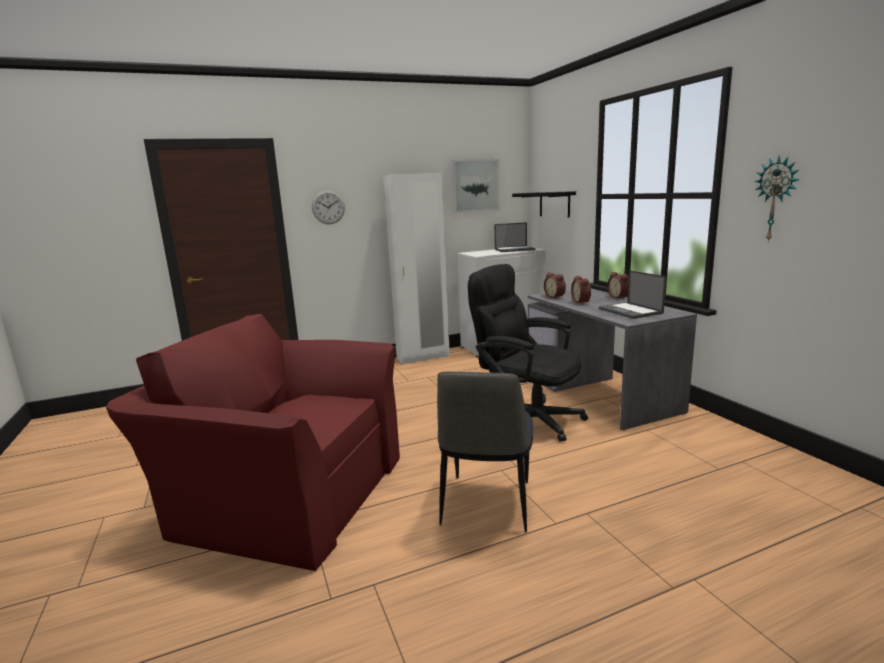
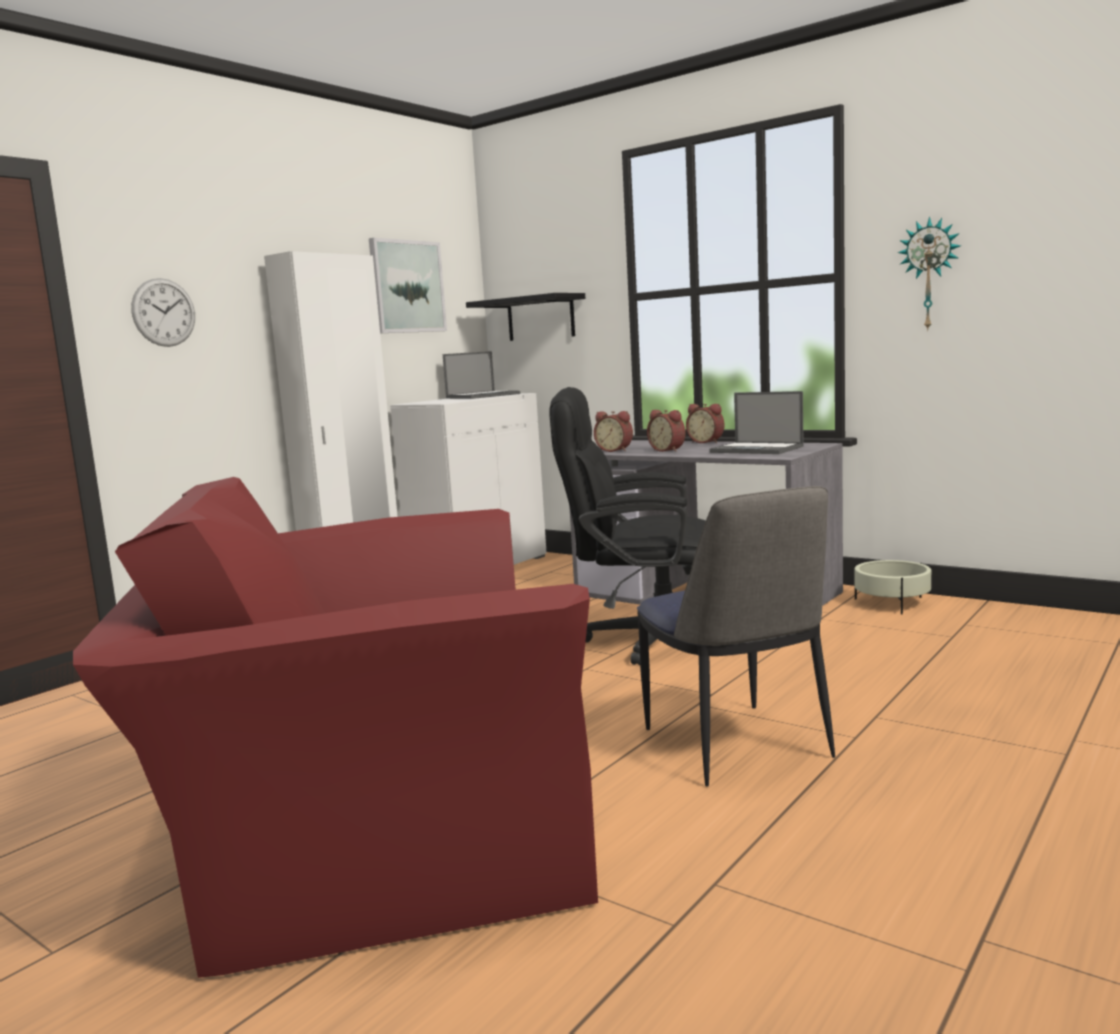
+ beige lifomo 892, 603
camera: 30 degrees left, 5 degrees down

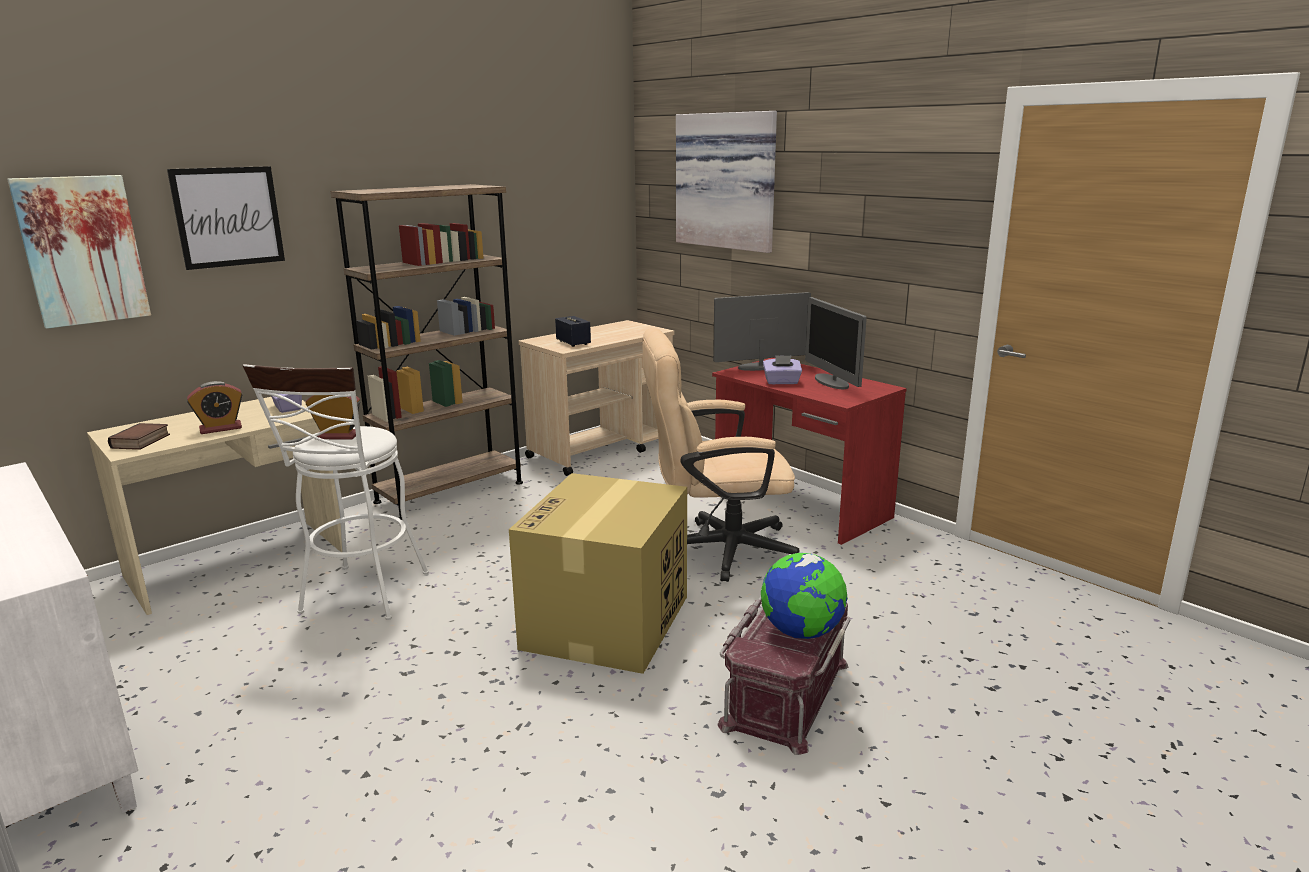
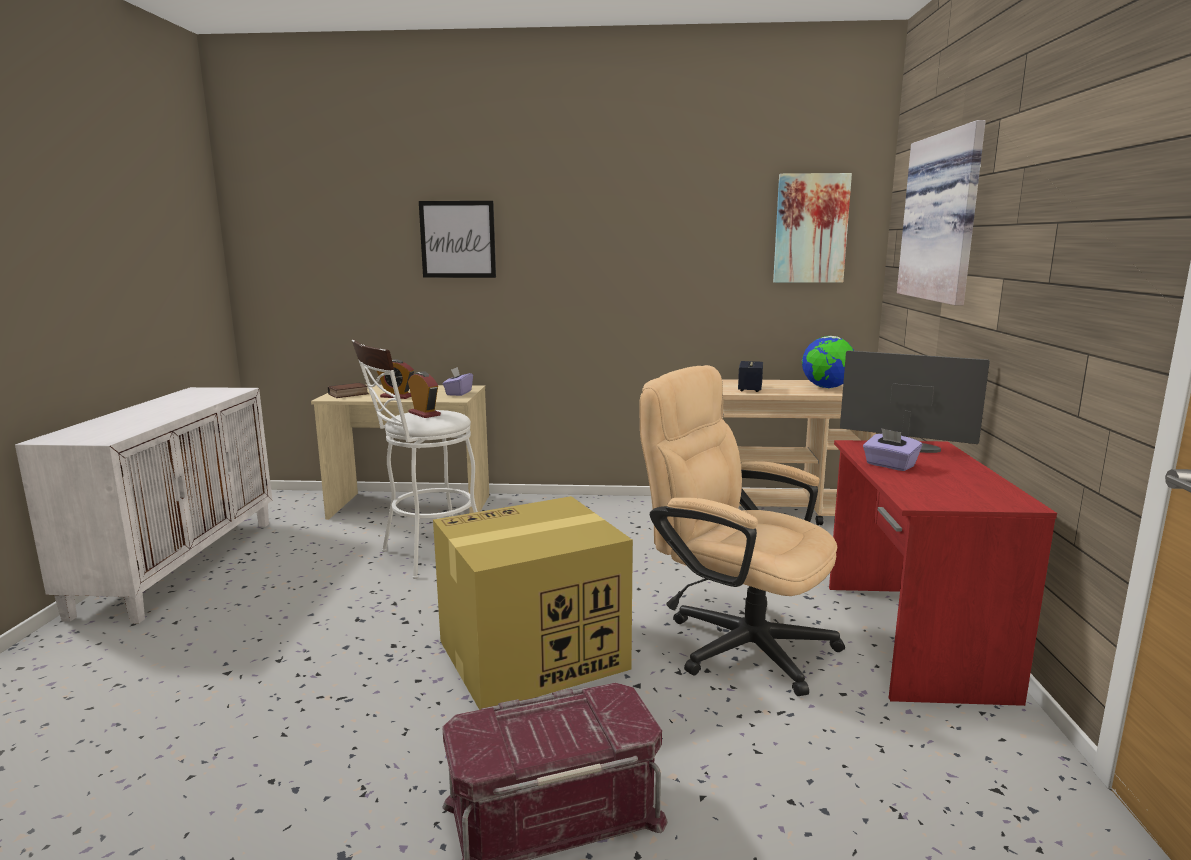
~ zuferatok 82, 250 to 810, 229
- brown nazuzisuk 450, 492
~ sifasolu 801, 633 to 826, 388
- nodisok 831, 382
camera: 45 degrees right, 5 degrees down

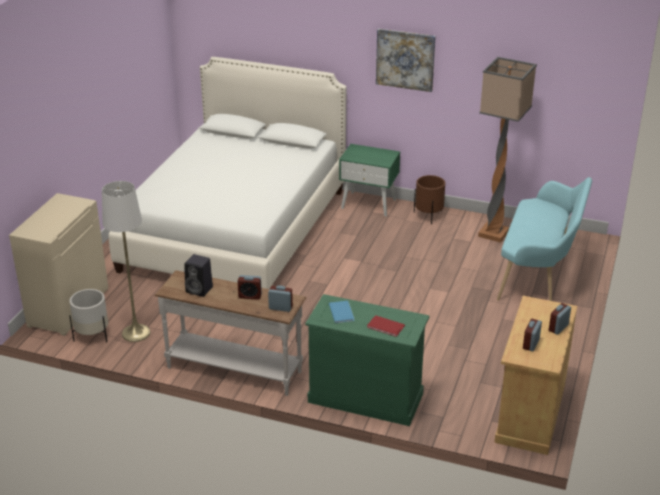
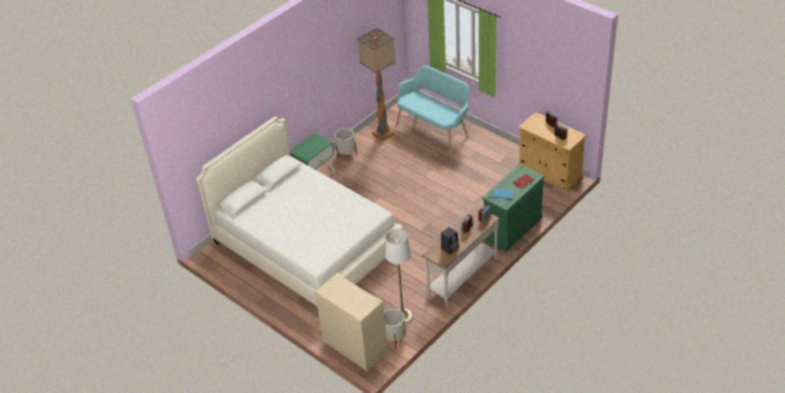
- zuferatok 405, 59
~ brown lifomo 428, 215 to white lifomo 346, 154
camera: 65 degrees left, 10 degrees up

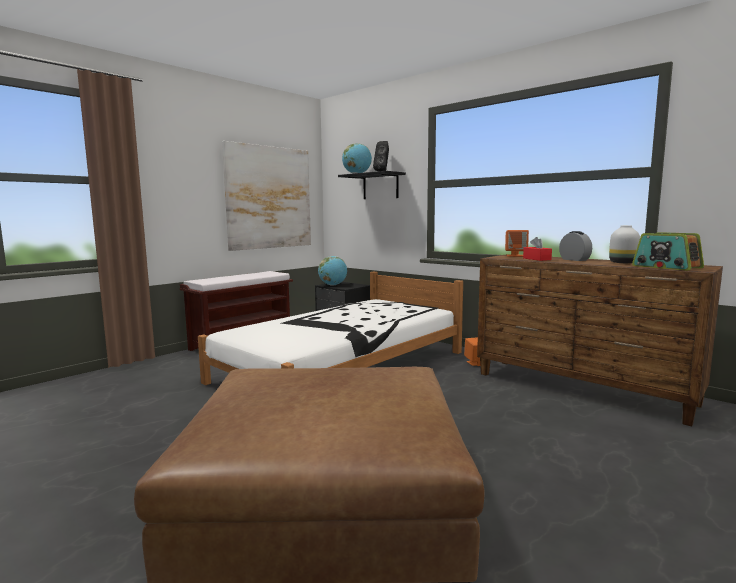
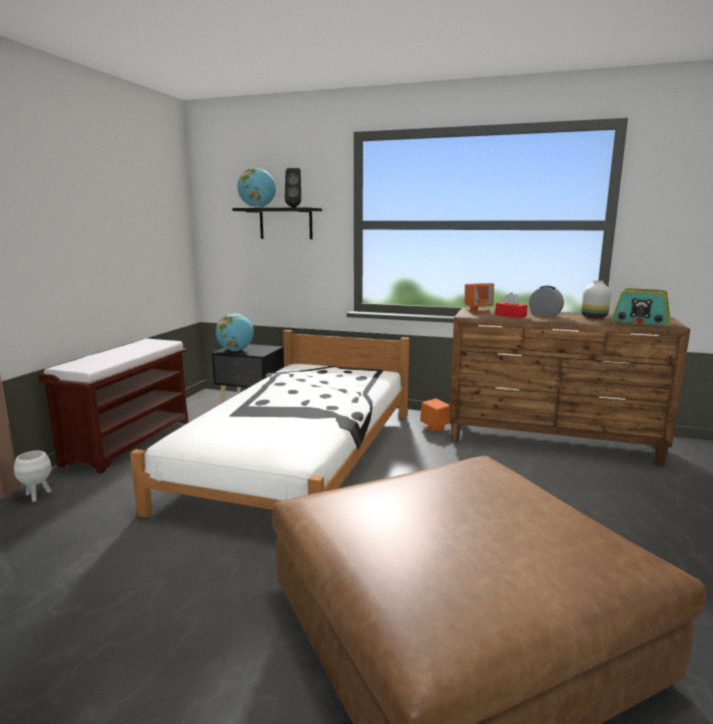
- zuferatok 269, 197
+ white lifomo 37, 496
camera: 25 degrees left, 5 degrees up

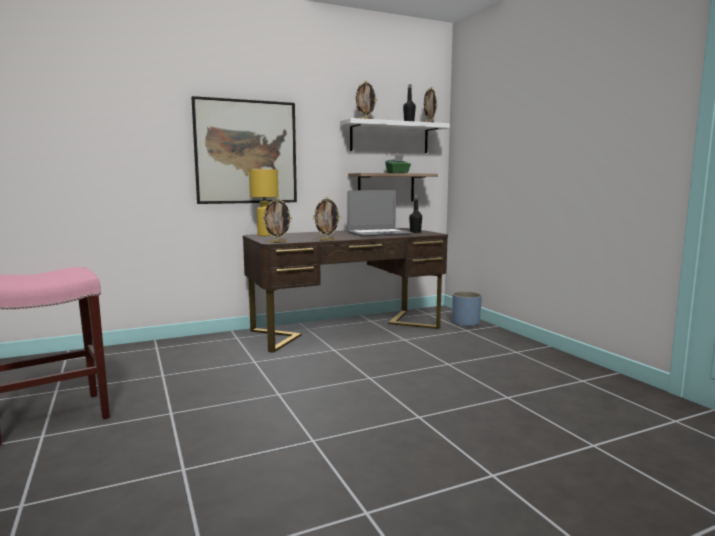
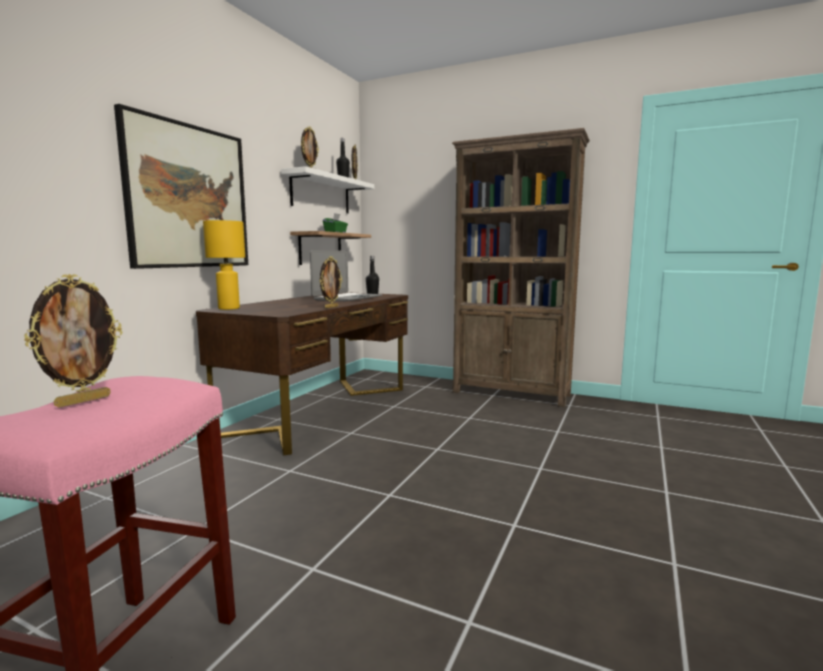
~ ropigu 277, 242 to 83, 401
- blue lifomo 466, 323
+ brown nazuzisuk 511, 393
camera: 40 degrees left, 0 degrees up

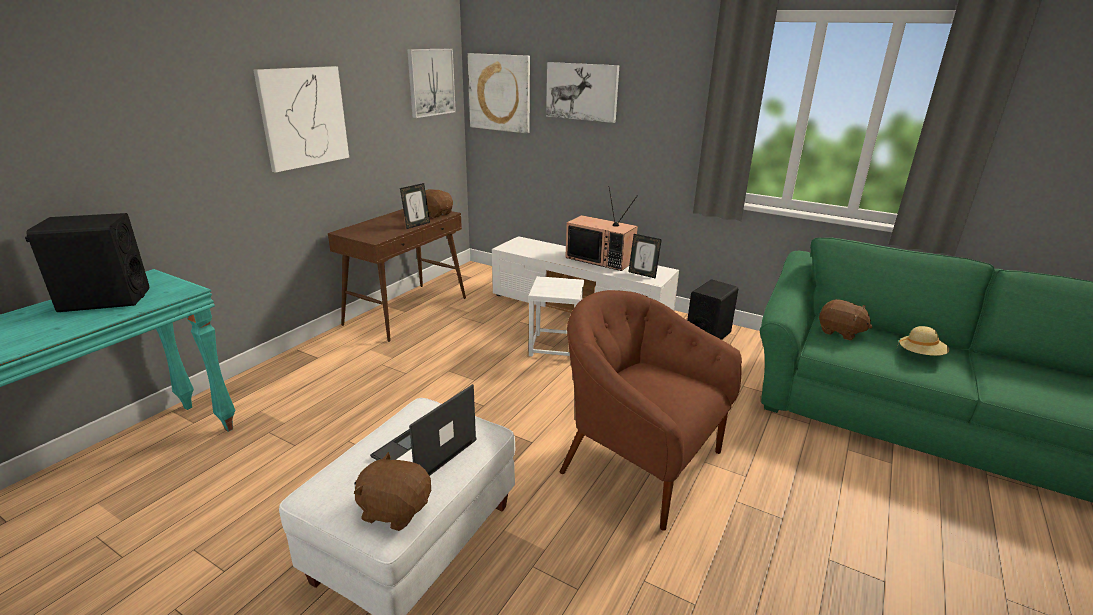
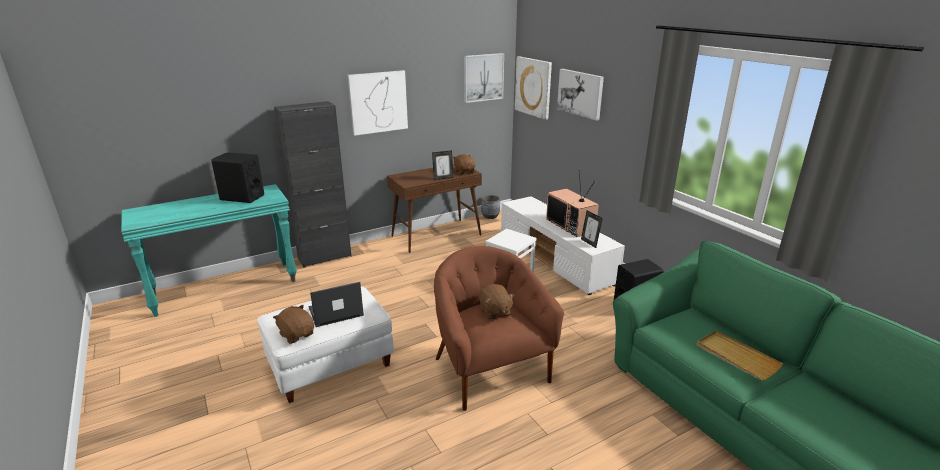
~ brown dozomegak 840, 332 to 495, 312
~ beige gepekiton 920, 354 to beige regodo 736, 357
+ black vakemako 324, 257
+ grey lifomo 490, 216
camera: 30 degrees right, 0 degrees up

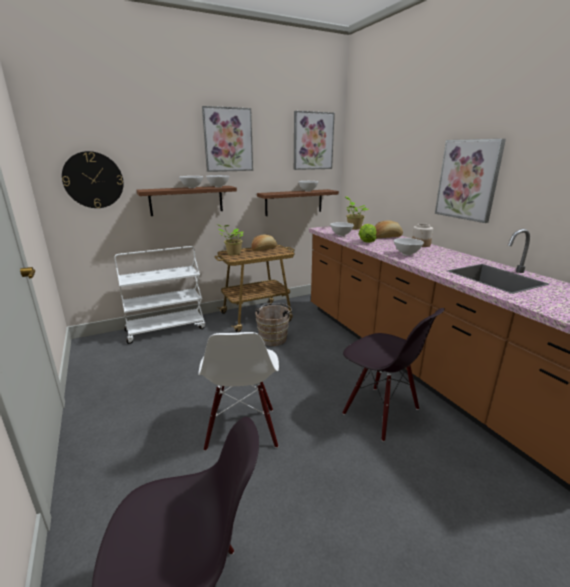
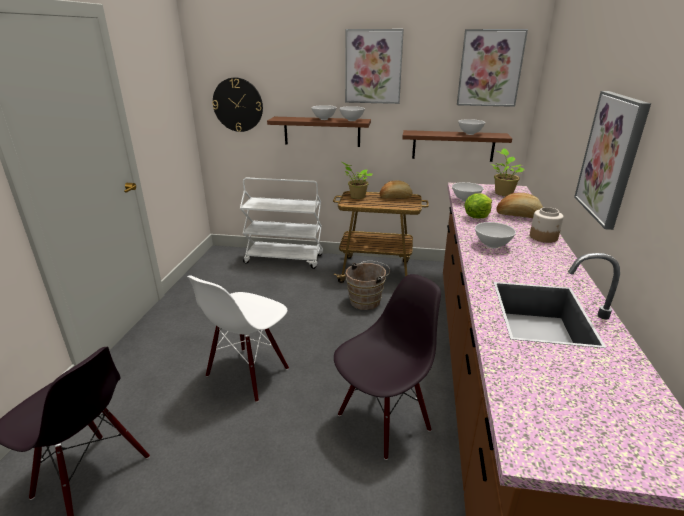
~ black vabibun 380, 412 = 383, 420 120 degrees counterclockwise
camera: 35 degrees right, 5 degrees up

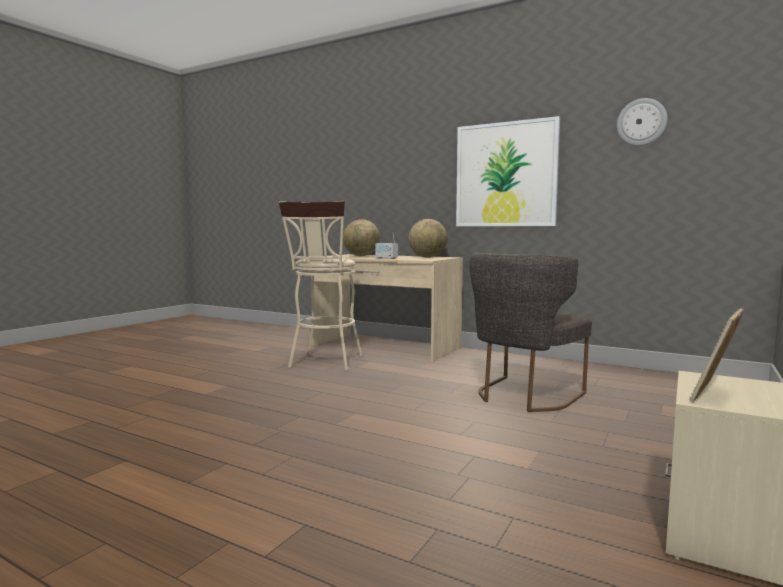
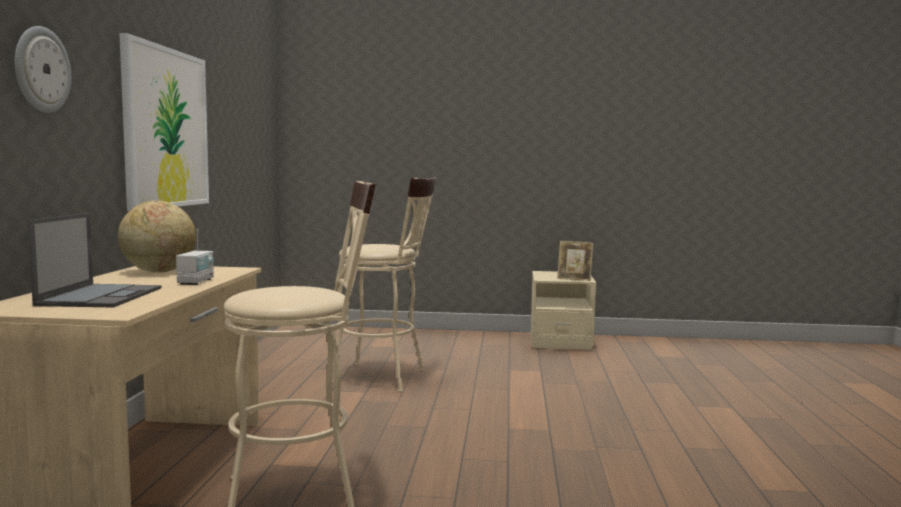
~ sifasolu 361, 256 to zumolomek 101, 296
~ grey vabibun 523, 396 to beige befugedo 386, 378
~ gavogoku 641, 122 to 41, 70
camera: 115 degrees left, 0 degrees up

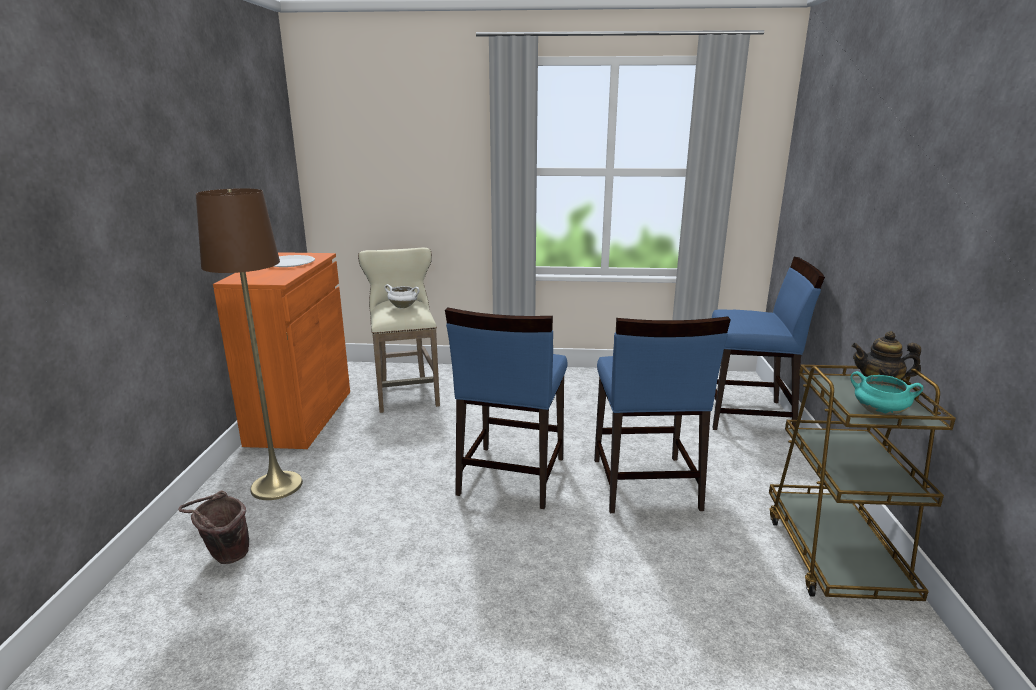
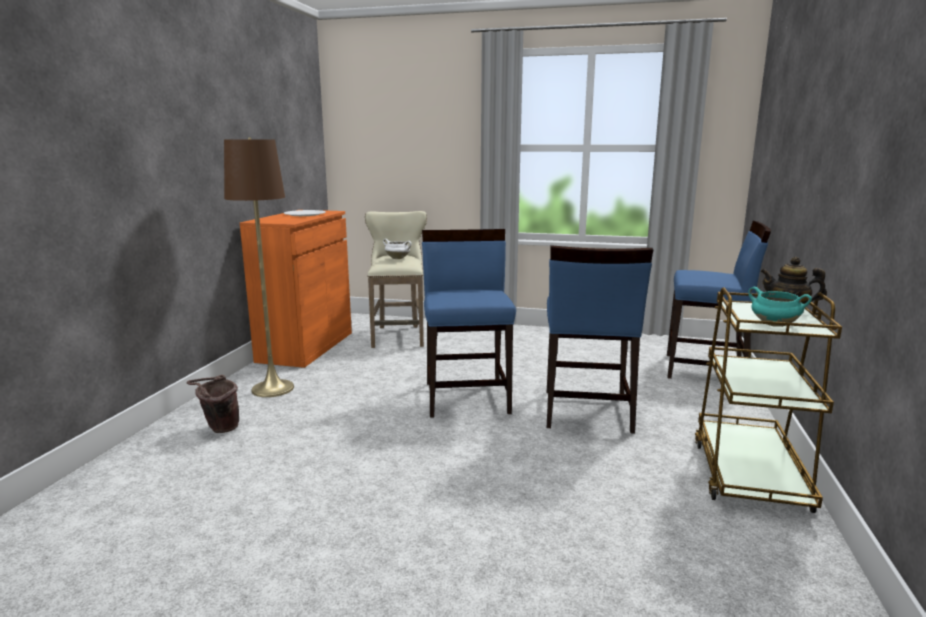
~ blue vabibun 510, 476 = 467, 397 150 degrees clockwise
camera: 10 degrees right, 5 degrees down

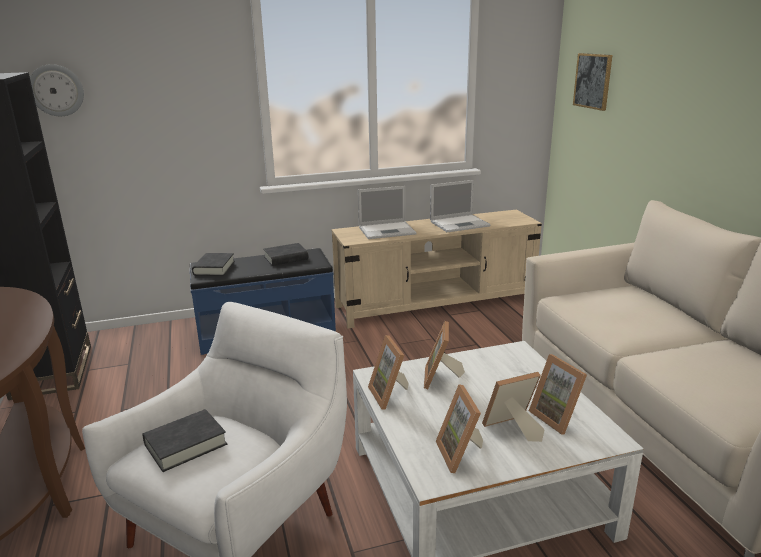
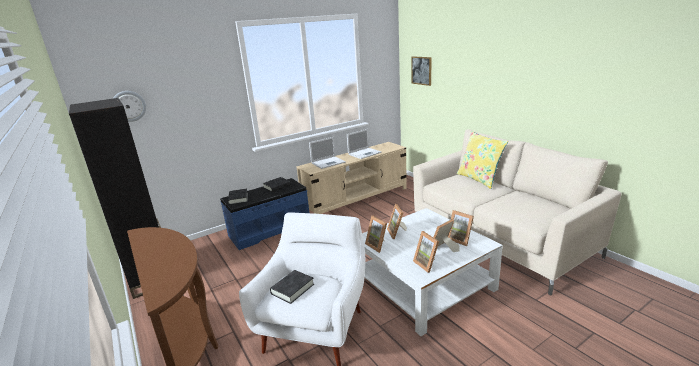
+ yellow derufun 479, 179
camera: 15 degrees left, 0 degrees up

